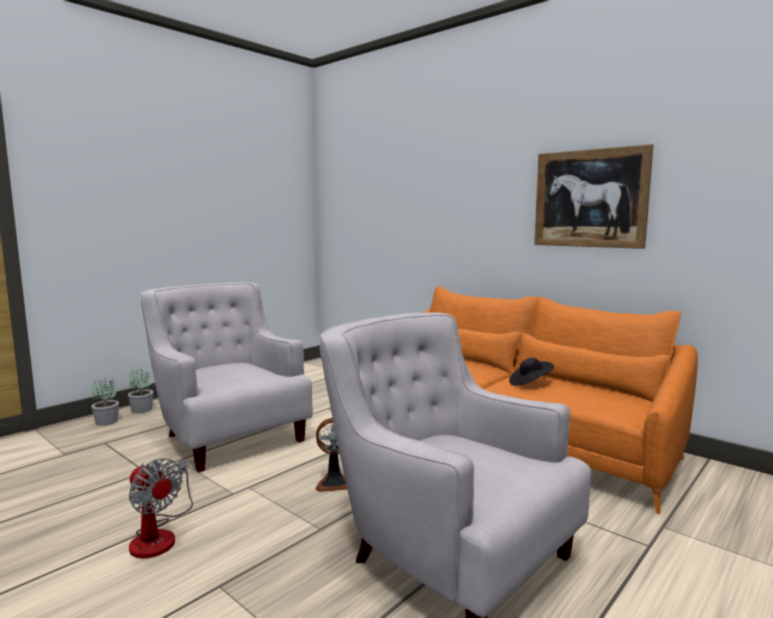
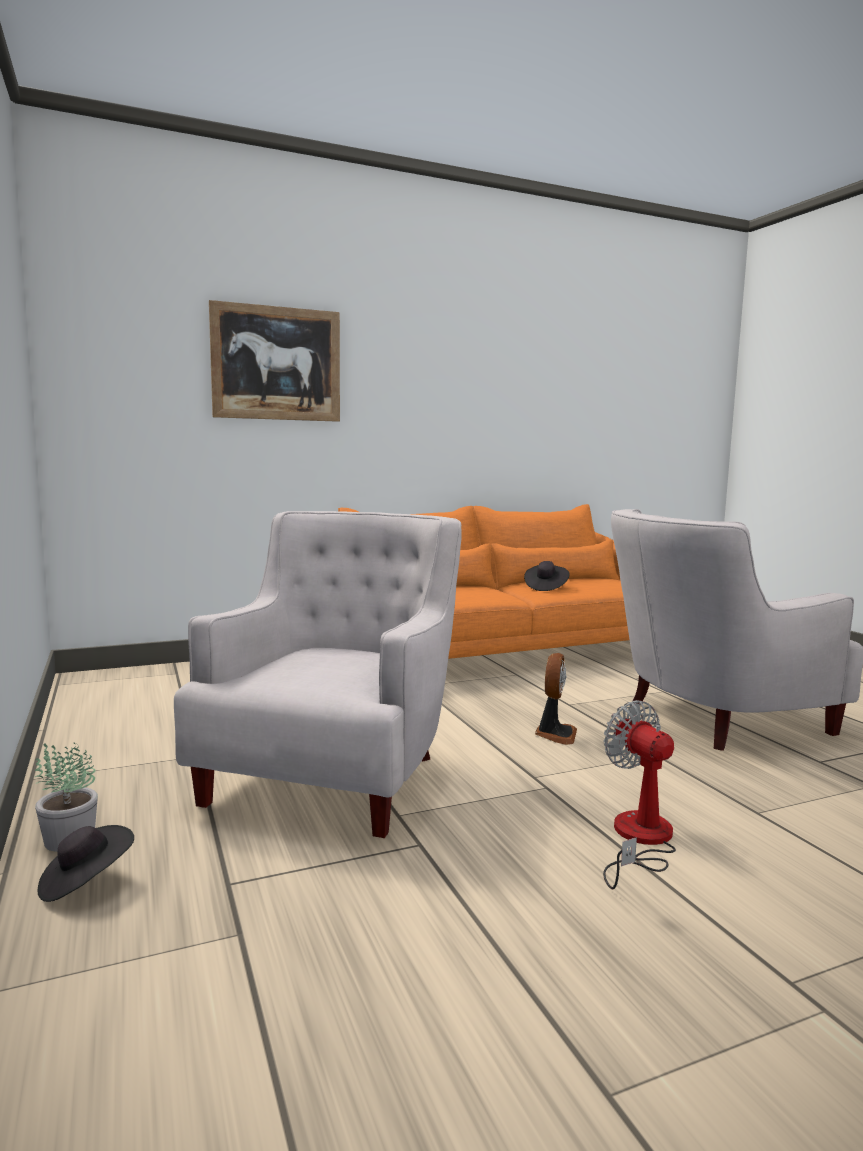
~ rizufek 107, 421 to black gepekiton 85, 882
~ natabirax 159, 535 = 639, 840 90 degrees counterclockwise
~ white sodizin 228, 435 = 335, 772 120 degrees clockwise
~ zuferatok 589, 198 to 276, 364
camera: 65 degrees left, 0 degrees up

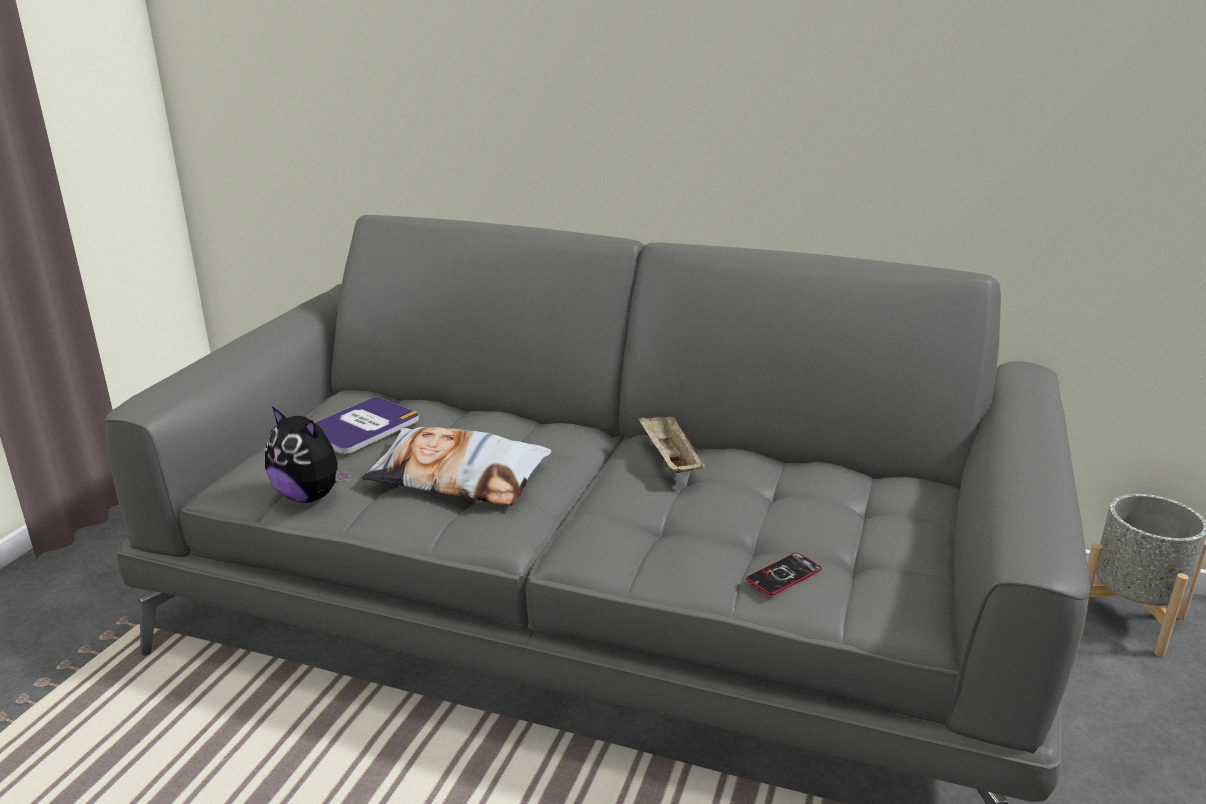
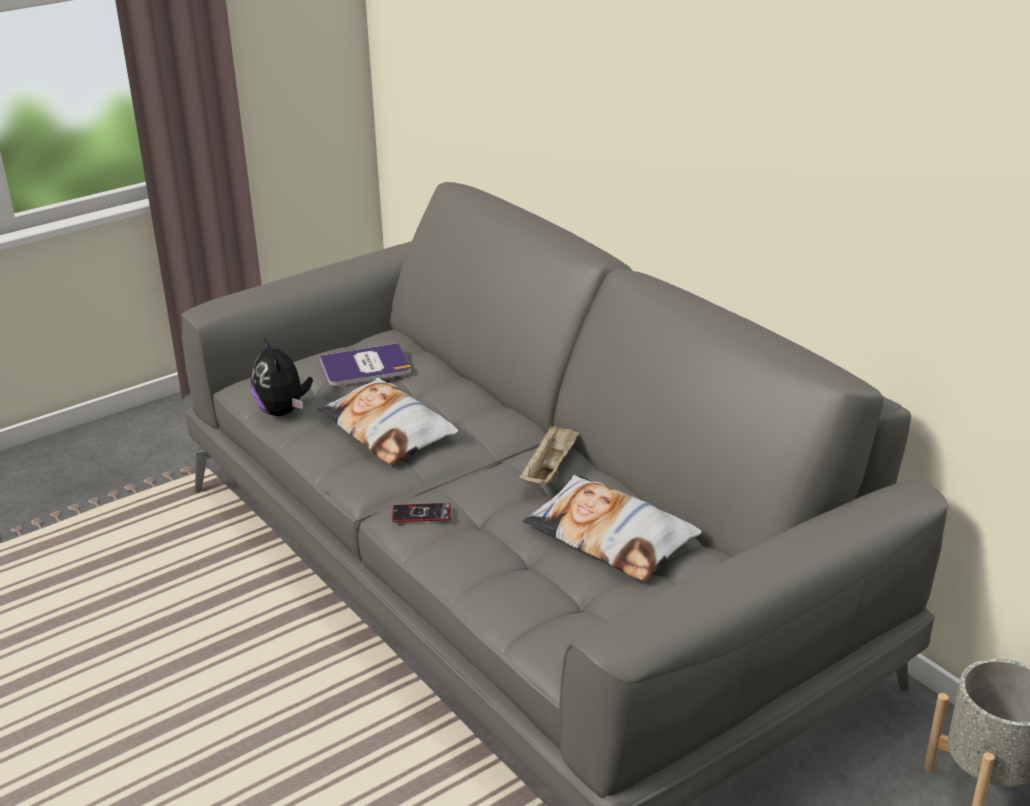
~ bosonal 784, 575 to 421, 514
+ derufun 611, 537
camera: 35 degrees right, 5 degrees up

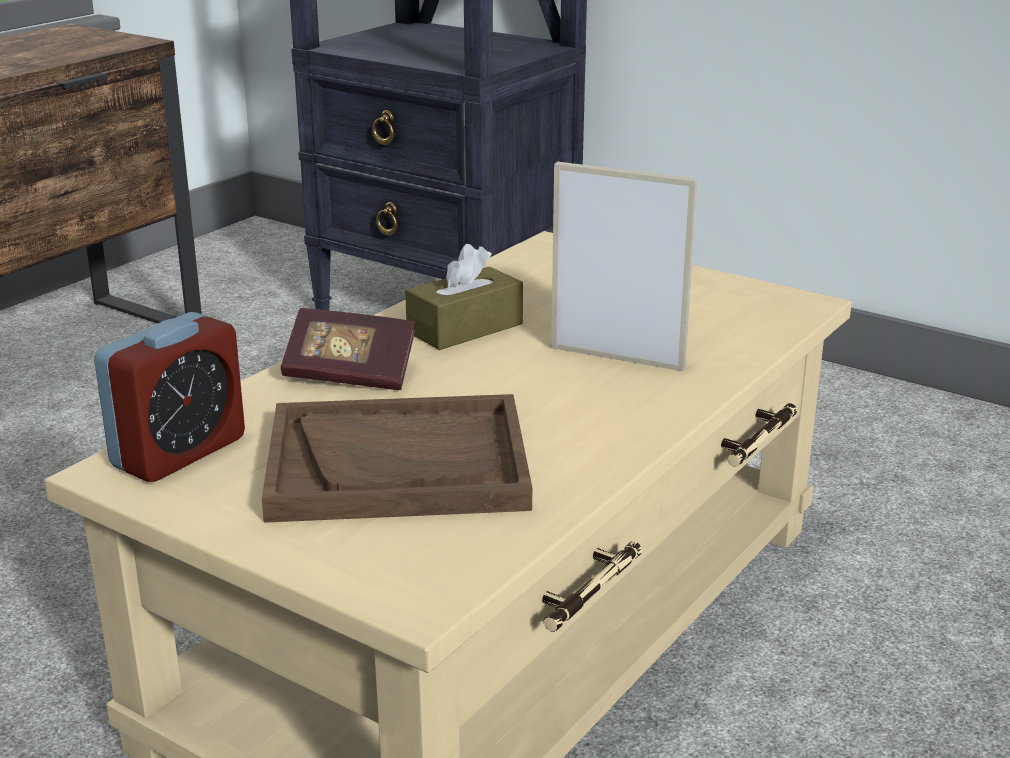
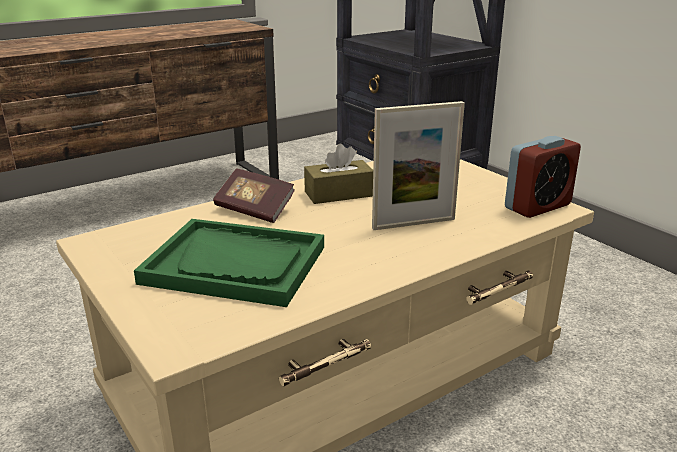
~ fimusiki 179, 452 to 537, 206
~ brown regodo 398, 464 to green regodo 235, 265
~ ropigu 617, 357 = 413, 223 120 degrees clockwise
camera: 20 degrees right, 0 degrees up

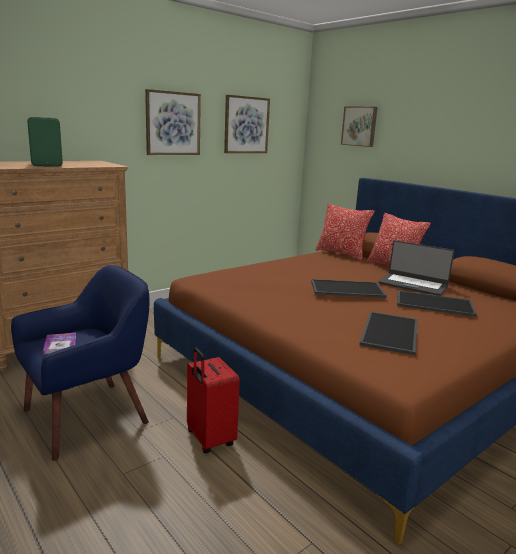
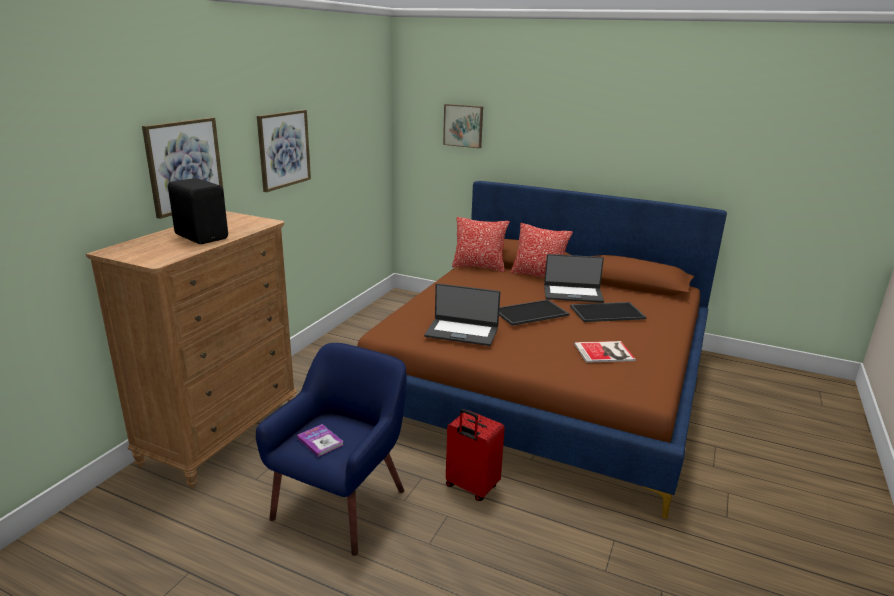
~ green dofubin 48, 164 to black dofubin 202, 236
~ zuferatok 246, 125 to 184, 166
~ regodo 391, 333 to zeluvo 605, 352
+ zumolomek 462, 332
camera: 25 degrees left, 5 degrees up

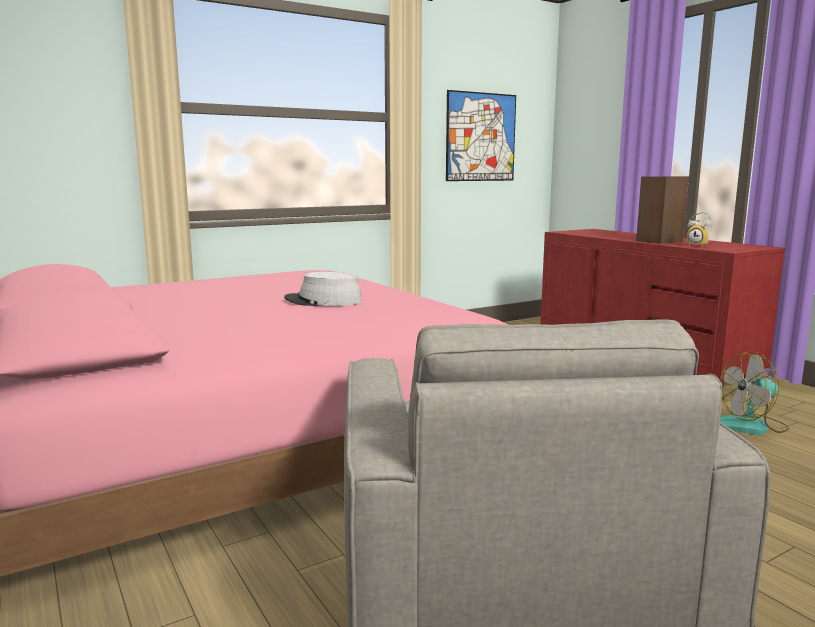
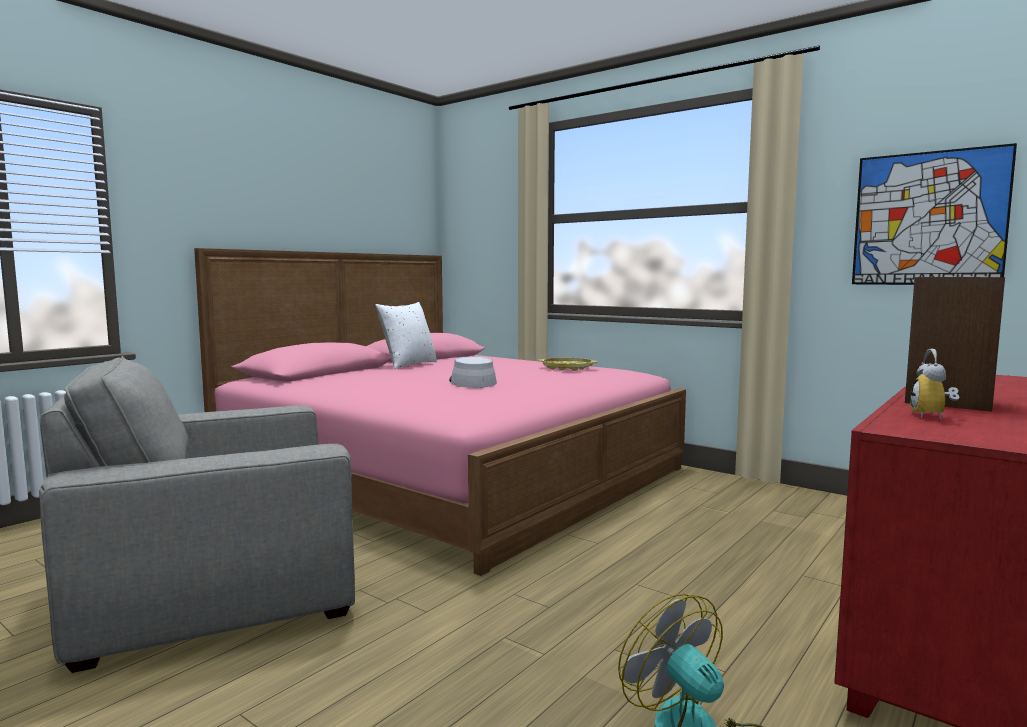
+ white derufun 408, 365
+ yellow regodo 567, 368
camera: 70 degrees right, 5 degrees down

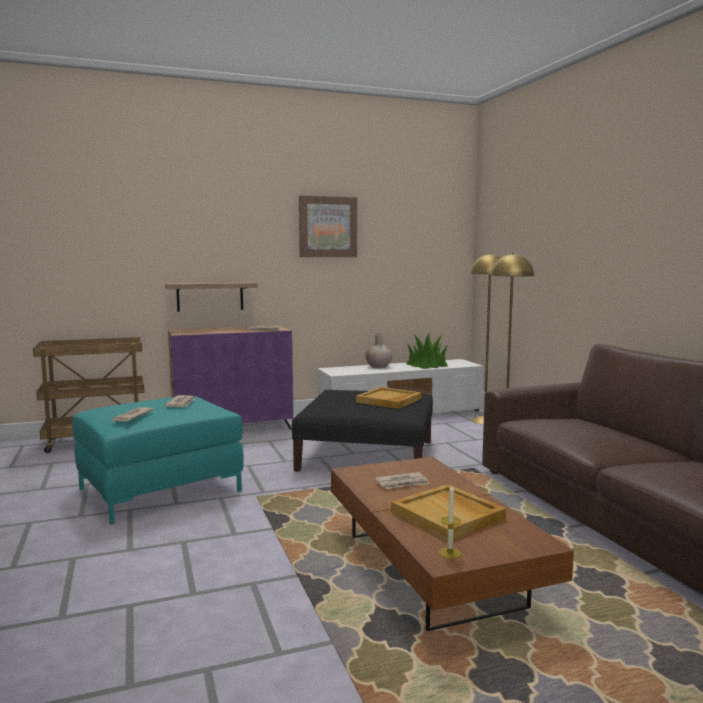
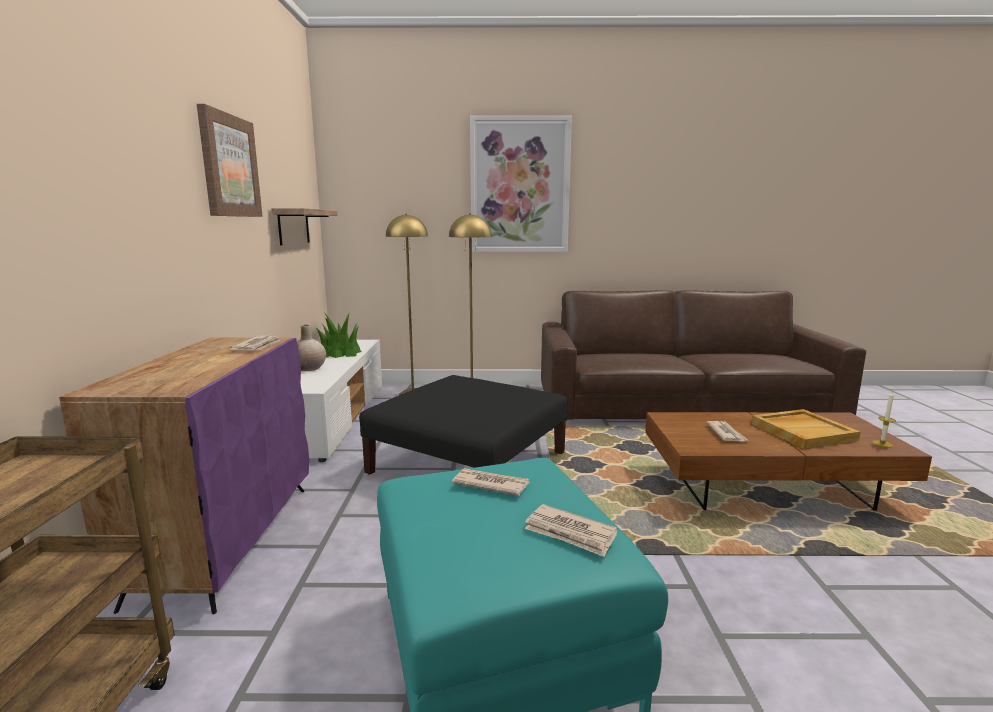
~ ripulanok 210, 296 to 293, 226
- beige regodo 389, 400
+ zuferatok 520, 186
camera: 70 degrees left, 5 degrees up

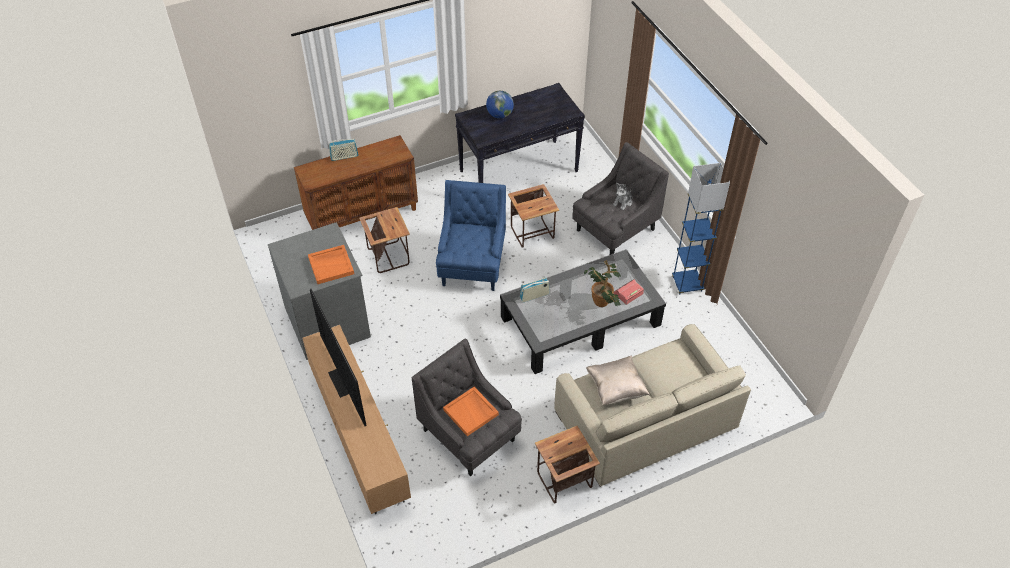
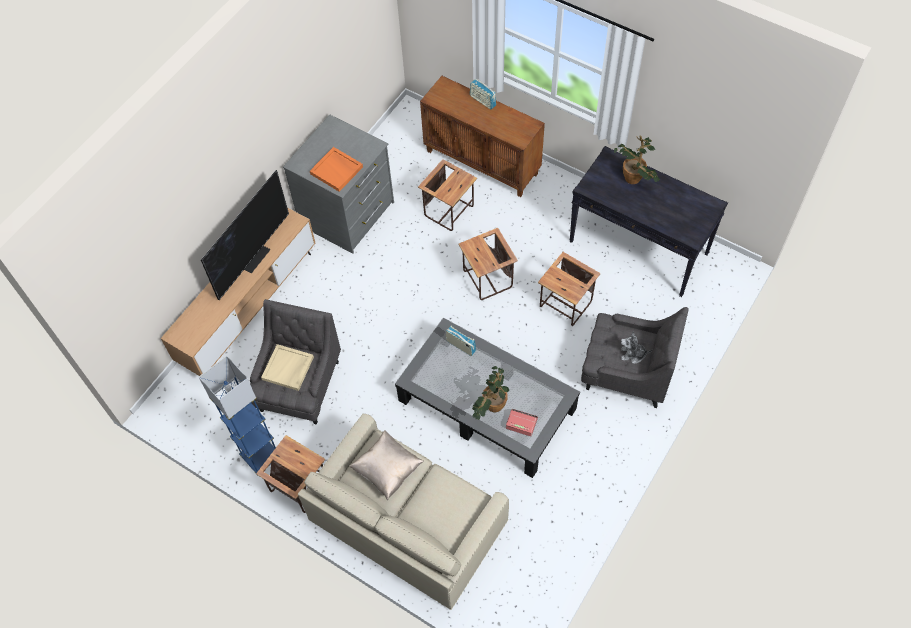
~ blue sodizin 472, 265 to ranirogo 488, 280
~ orange regodo 471, 412 to beige regodo 288, 369
~ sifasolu 500, 115 to rizufek 634, 181
~ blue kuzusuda 687, 284 to 261, 456
camera: 60 degrees right, 10 degrees up

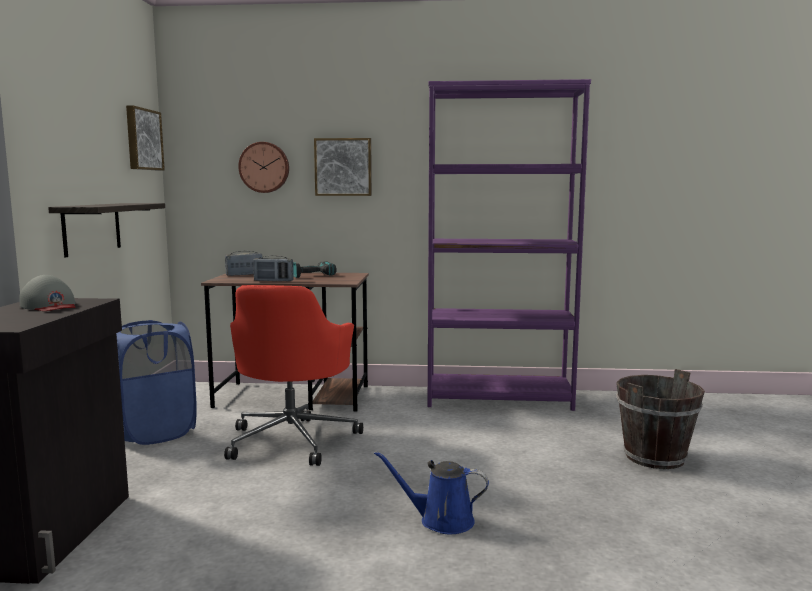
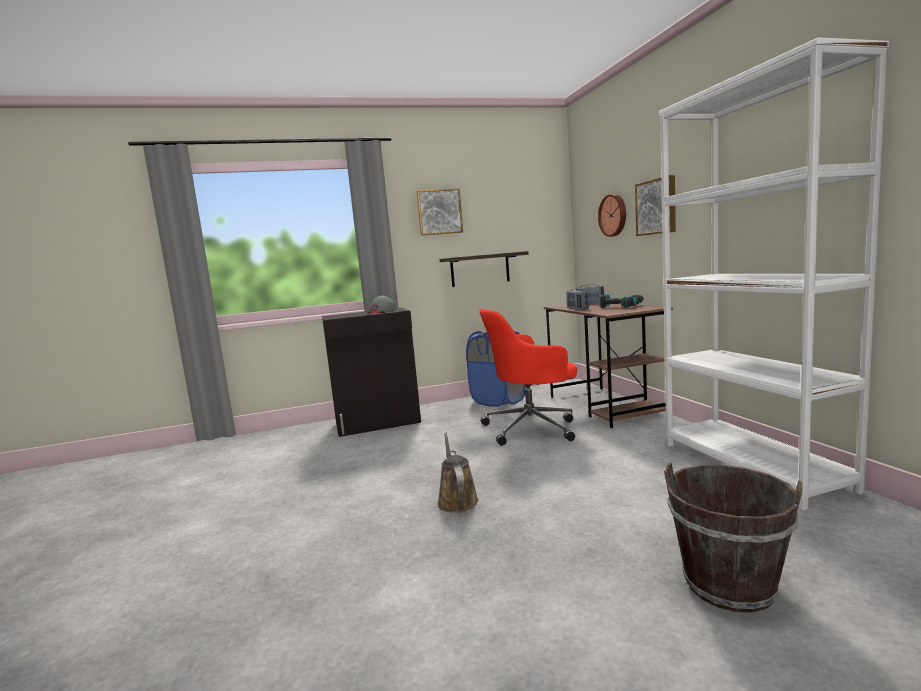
~ zuferatok 142, 139 to 439, 212
~ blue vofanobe 441, 520 to brown vofanobe 457, 500
~ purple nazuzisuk 499, 399 to white nazuzisuk 752, 466
camera: 70 degrees right, 0 degrees up

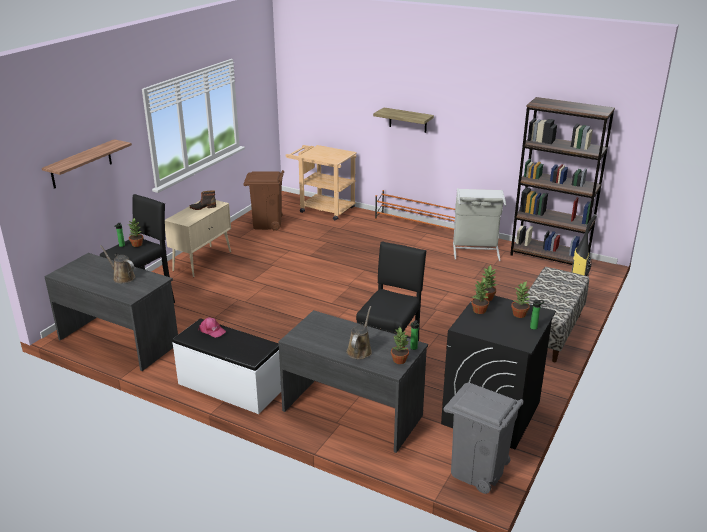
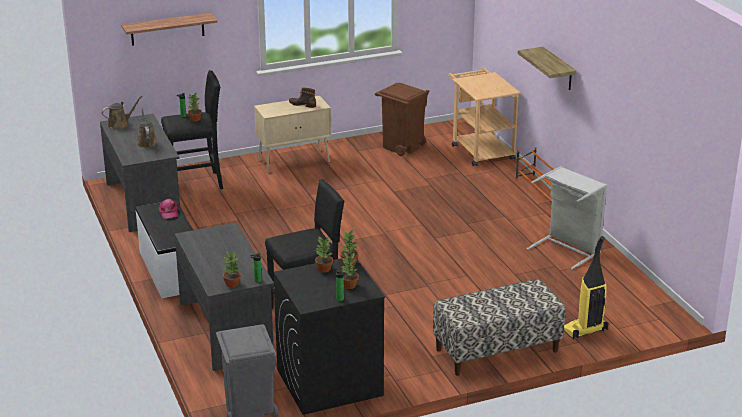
~ brown vofanobe 360, 350 to 120, 124
- brown nazuzisuk 549, 257
camera: 40 degrees right, 0 degrees up

